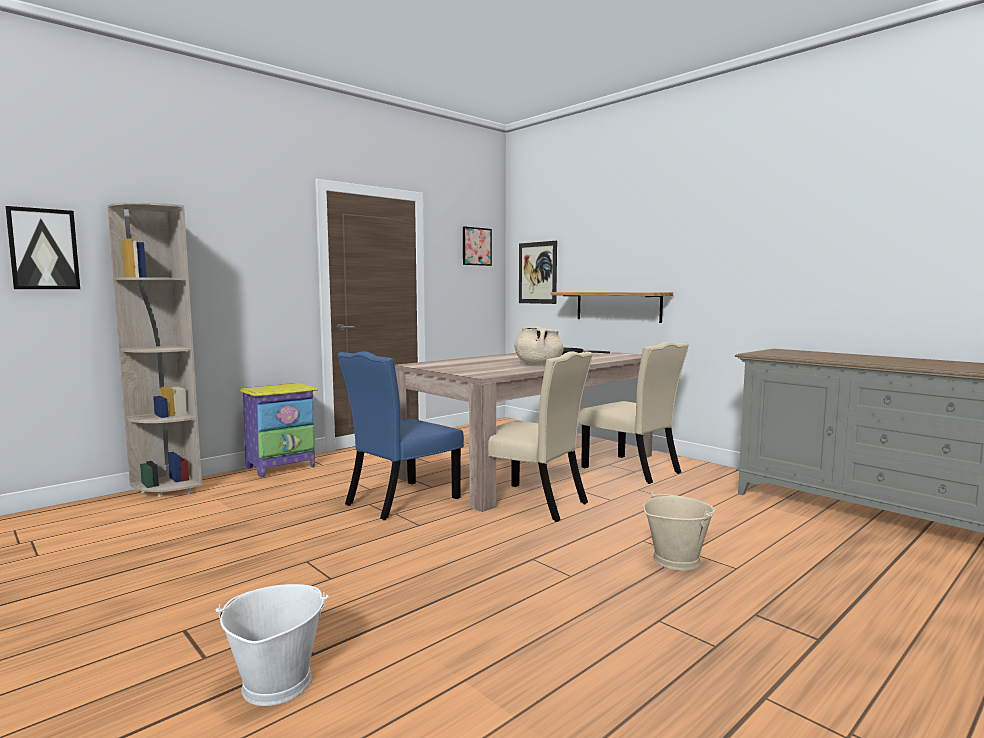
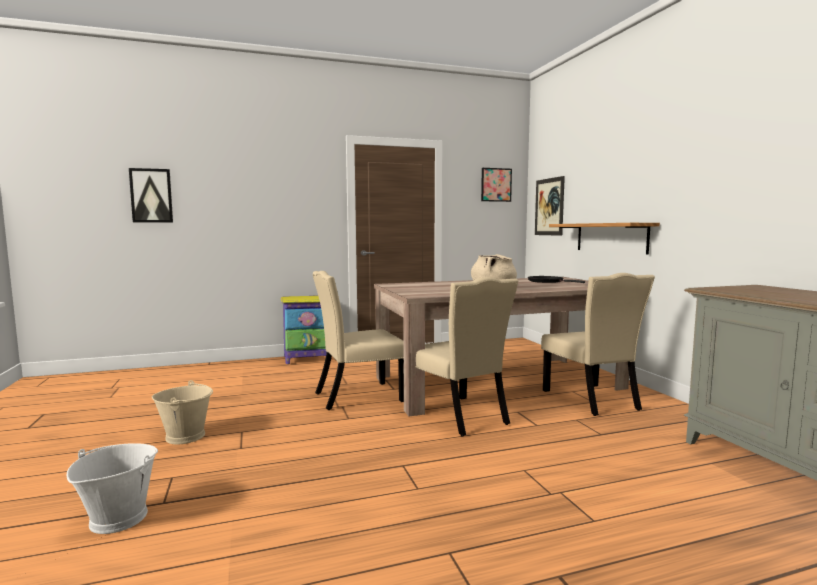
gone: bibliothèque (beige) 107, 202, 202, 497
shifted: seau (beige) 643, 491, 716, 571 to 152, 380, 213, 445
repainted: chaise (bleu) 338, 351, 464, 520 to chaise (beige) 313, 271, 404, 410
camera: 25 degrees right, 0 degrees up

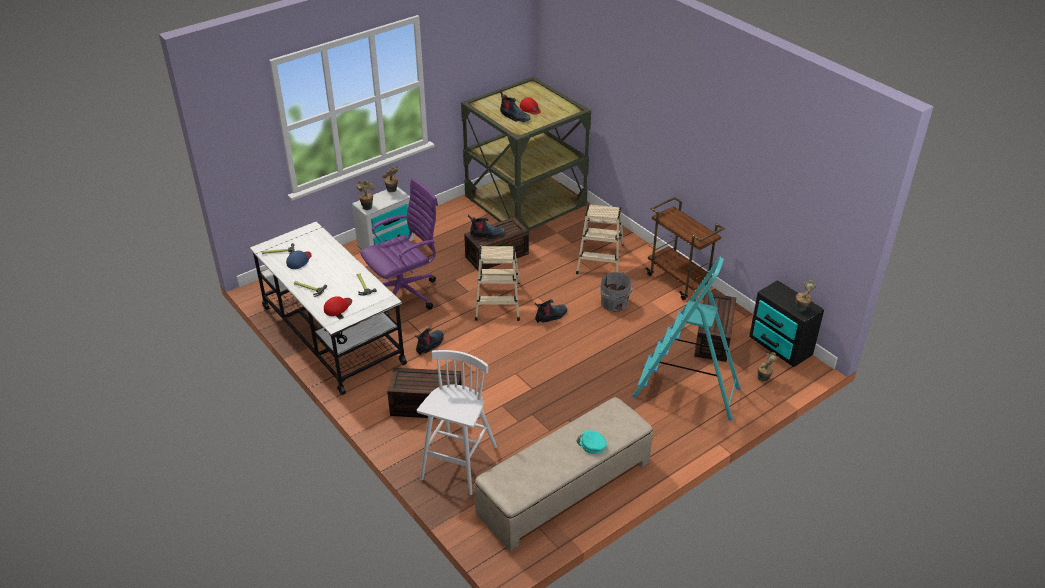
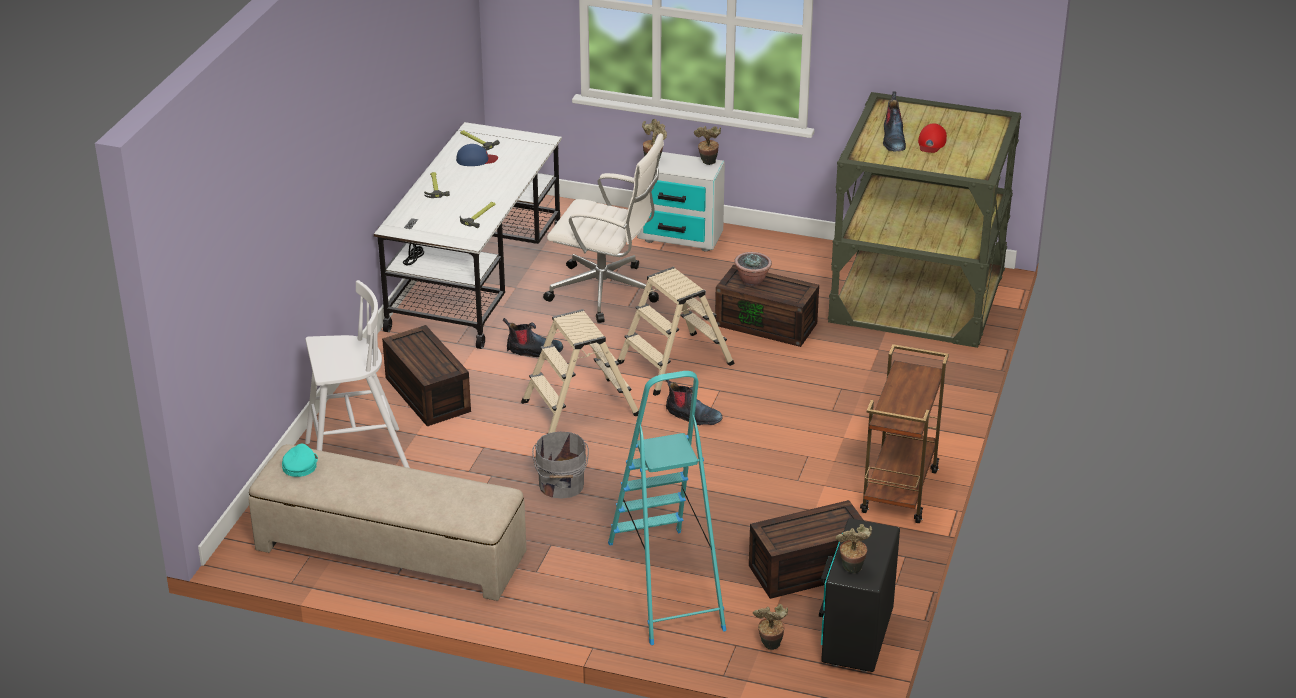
gone: casquette (rouge) 324, 296, 352, 316
shifted: casquette (turquoise) 576, 430, 607, 454 to 282, 444, 318, 477; escabeau (beige) 576, 204, 624, 274 to 521, 309, 639, 434; seau (gris) 600, 272, 633, 312 to 532, 432, 589, 498
swapped: botte 468, 215, 505, 239 to plante en pot 734, 252, 772, 286
repainted: chaise de bureau (violet) 360, 178, 438, 315 to chaise de bureau (blanc) 543, 133, 664, 323
camera: 55 degrees right, 5 degrees down

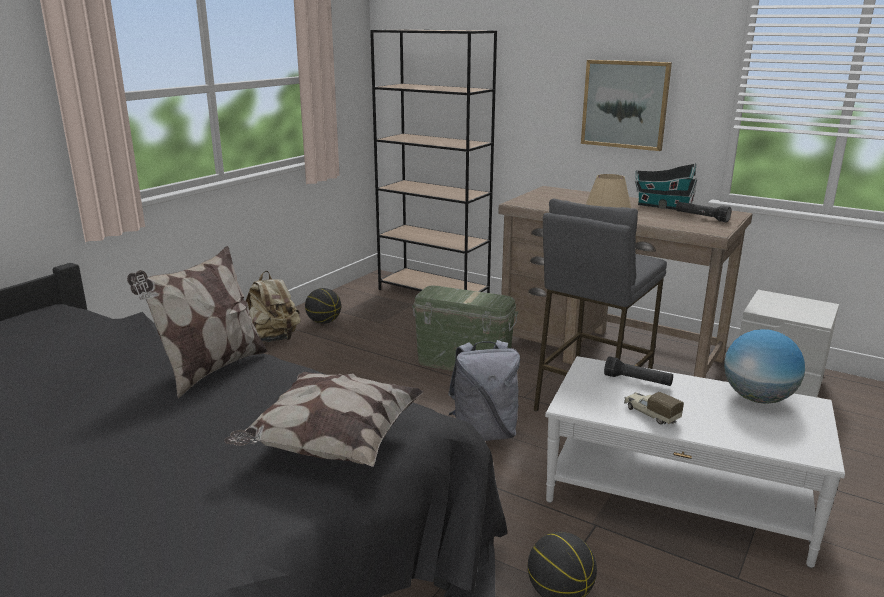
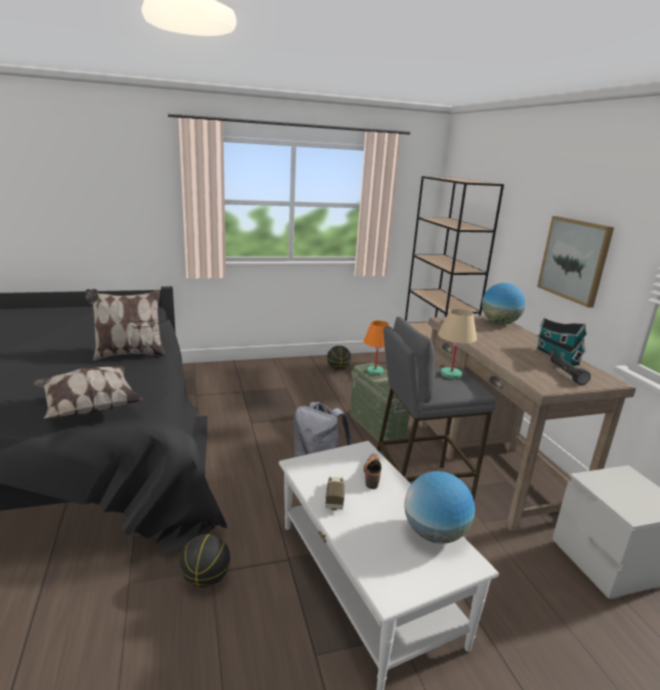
gone: sac à dos (beige) 246, 271, 301, 342
new: lampe de table (orange) 364, 321, 389, 375; globe 482, 283, 526, 324
swapped: lampe de poche (noir) 604, 356, 673, 386 to chaussure 364, 454, 382, 489
camera: 40 degrees right, 0 degrees up

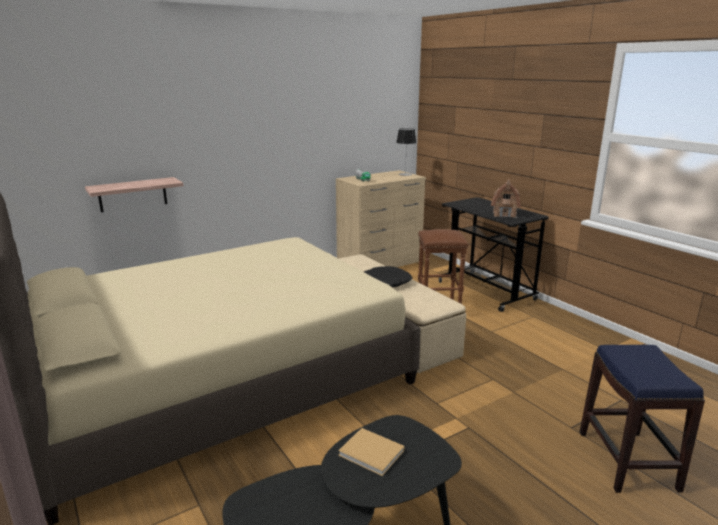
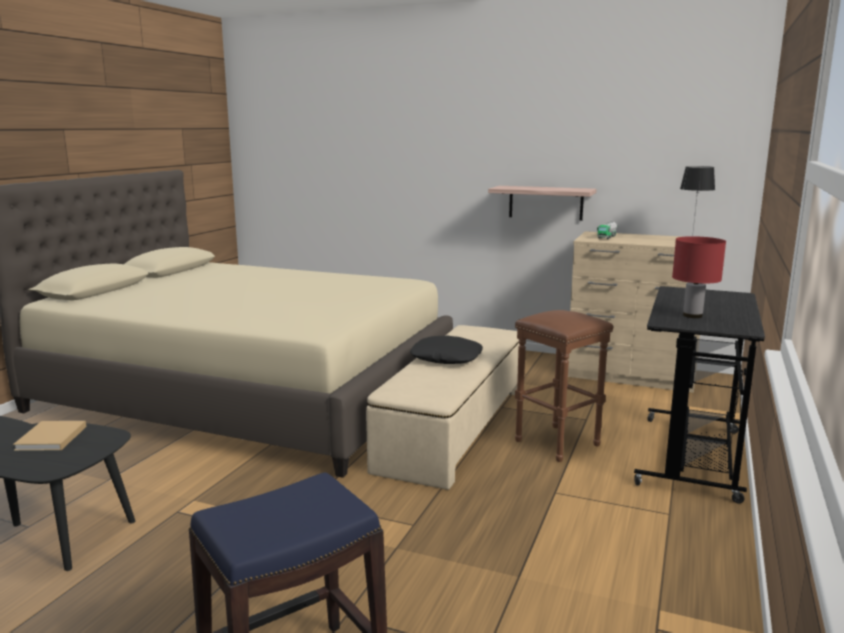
shifted: étagère 85, 177, 184, 213 to 488, 186, 596, 221
swapped: maison miniature 491, 180, 521, 218 to lampe de table (rouge) 672, 236, 726, 318
camera: 55 degrees right, 5 degrees down

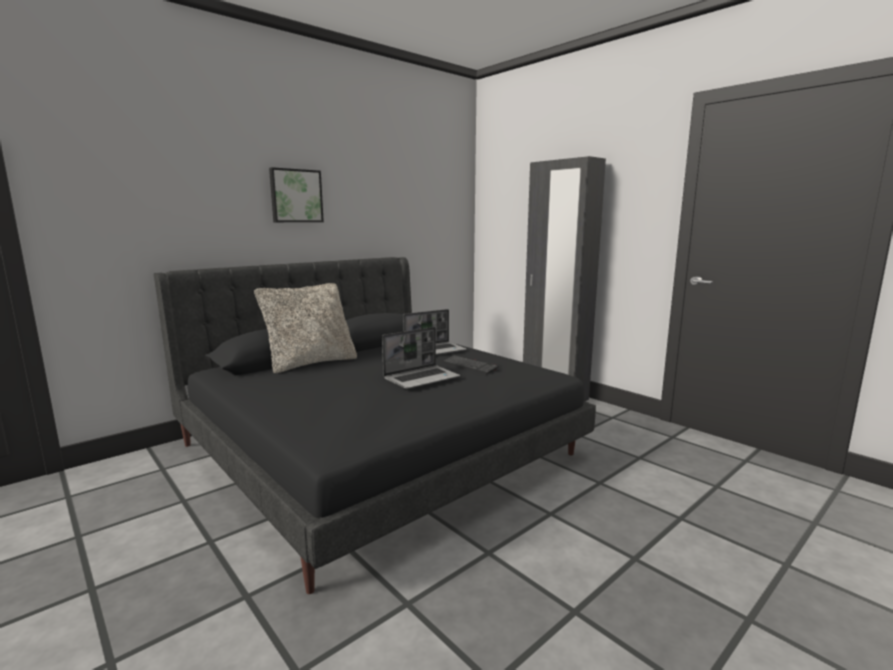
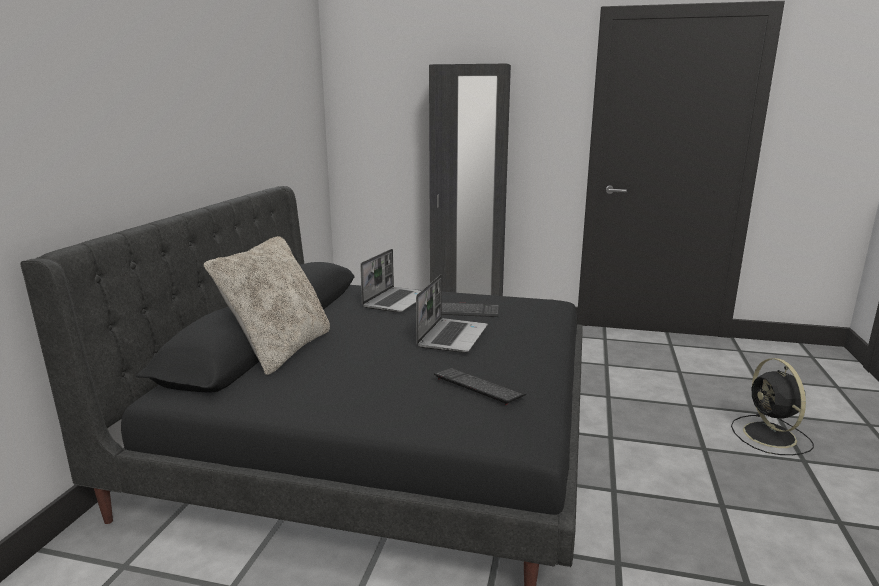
gone: tableau 269, 167, 324, 222
new: clavier 434, 368, 526, 405; ventilateur (noir) 731, 358, 814, 455
camera: 35 degrees left, 5 degrees up

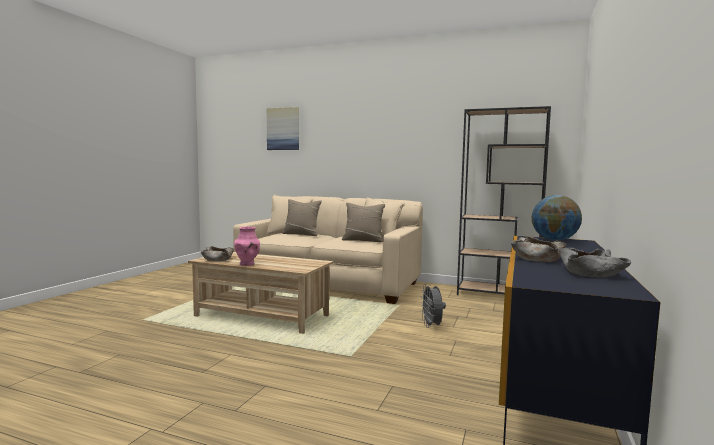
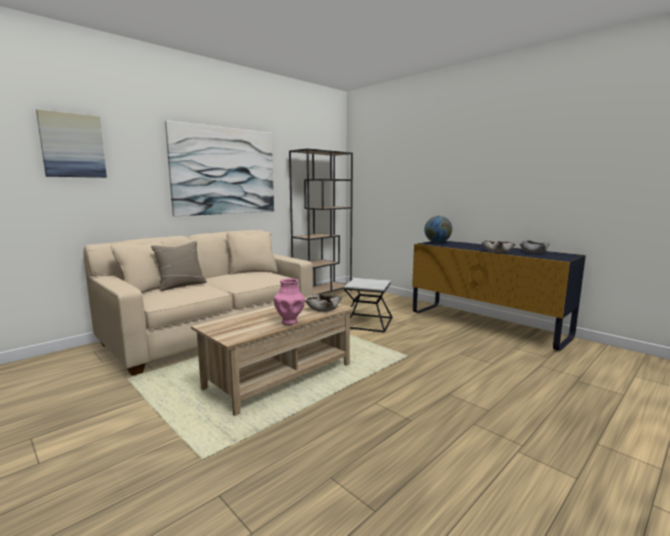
gone: coussin (beige) 342, 203, 385, 242
new: tableau 165, 120, 274, 216
shifted: bol (beige) 201, 246, 234, 262 to 305, 293, 342, 312
swapped: ventilateur (gris) 420, 284, 446, 328 to table d'appoint 344, 278, 392, 333
camera: 65 degrees left, 5 degrees up

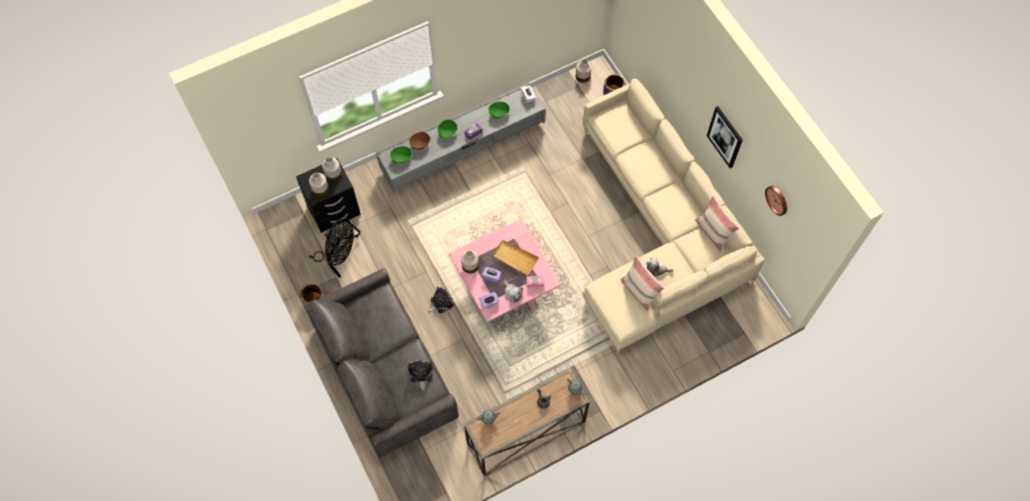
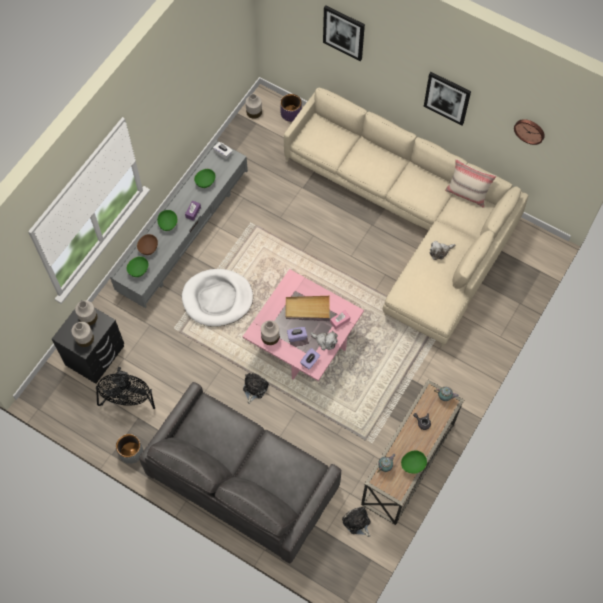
gone: coussin (beige) 621, 255, 664, 311
new: panier pour chien (blanc) 182, 269, 253, 327; tableau 323, 5, 365, 61; bol (vert) 401, 451, 427, 474
shifted: peluche 407, 360, 433, 391 to 342, 507, 371, 537
rotated: ventilateur (noir) 309, 219, 360, 278 = 96, 366, 155, 409 105 degrees clockwise
camera: 30 degrees left, 0 degrees up

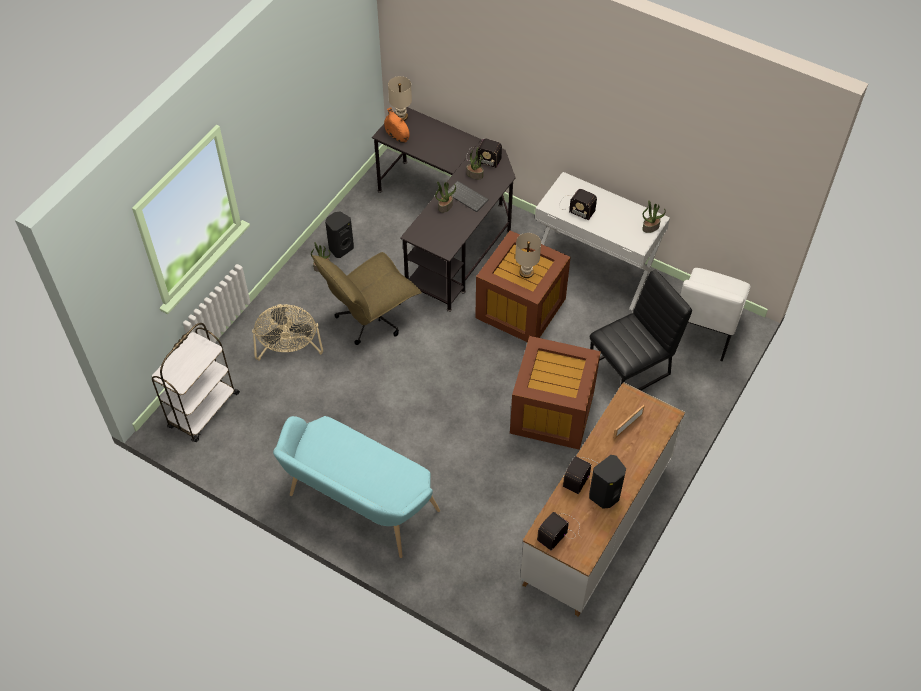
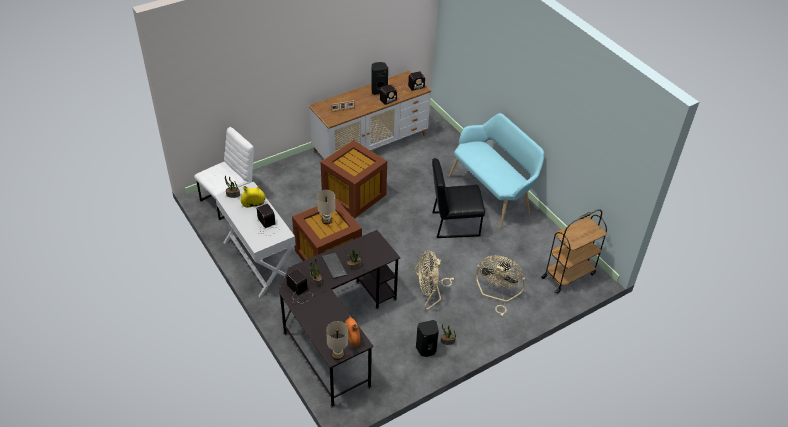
new: vase (jaune) 240, 186, 265, 207
shifted: chaise (noir) 590, 270, 692, 391 to 432, 158, 485, 238
swapped: chaise de bureau (beige) 312, 252, 422, 345 to ventilateur (beige) 415, 250, 455, 311
repainted: chariot (blanc) 152, 323, 240, 442 to chariot (marron) 541, 209, 607, 294
camera: 155 degrees left, 10 degrees down

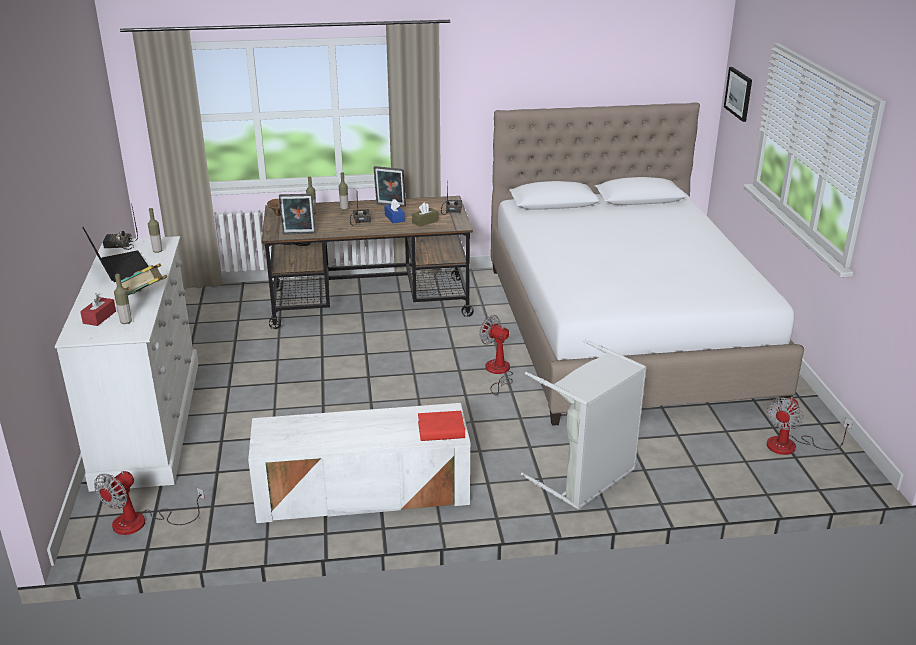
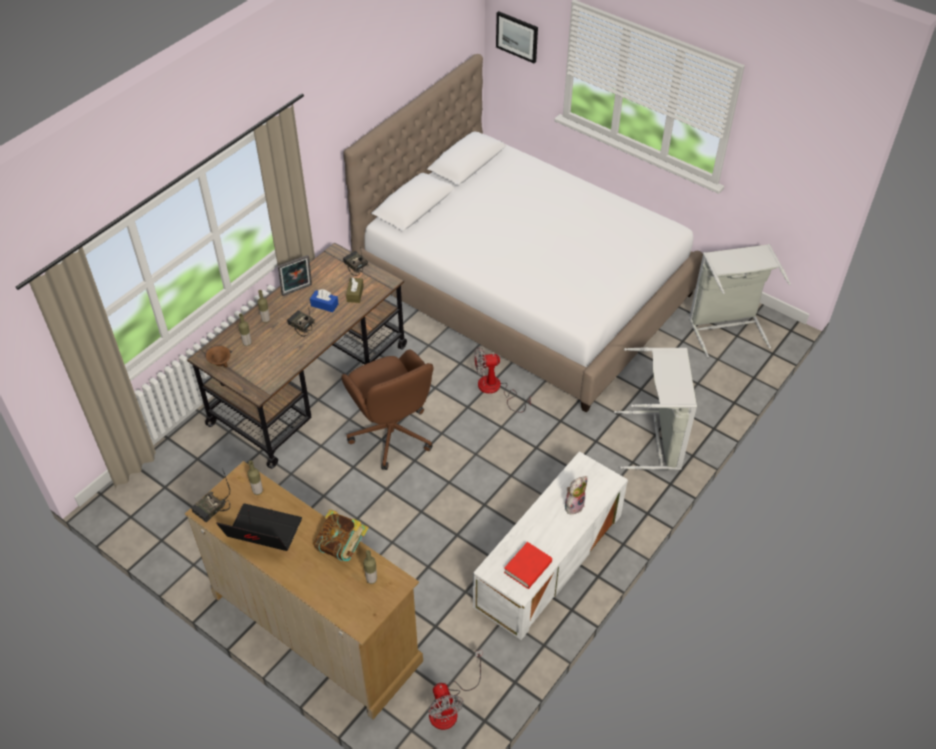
gone: boîte à mouchoirs (rouge) 80, 293, 116, 326; cadre photo 279, 194, 316, 234
new: chaise de bureau (marron) 342, 349, 434, 470; peluche 565, 476, 587, 515
shifted: livre (rouge) 418, 411, 465, 441 to 504, 542, 552, 589
swapped: ventilateur 766, 397, 853, 455 to panier à linge (gris) 689, 244, 791, 358
repainted: commode (blanc) 55, 236, 199, 492 to commode (marron) 185, 461, 423, 719
camera: 45 degrees left, 20 degrees up

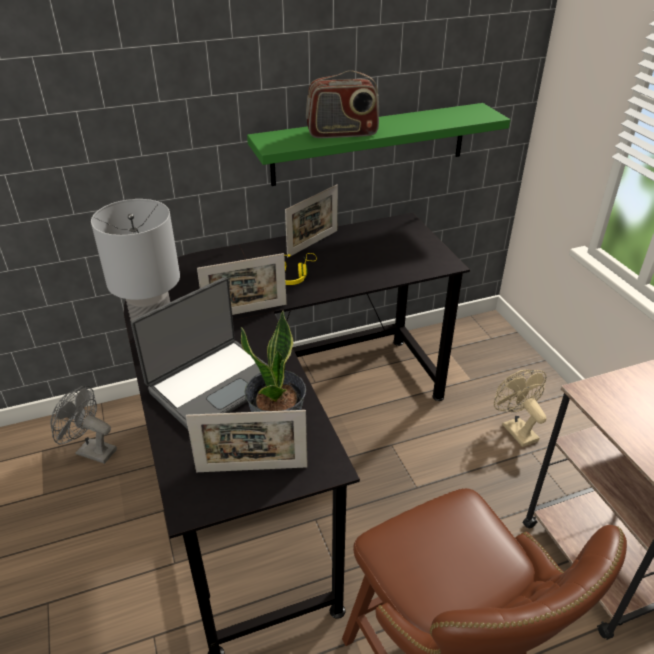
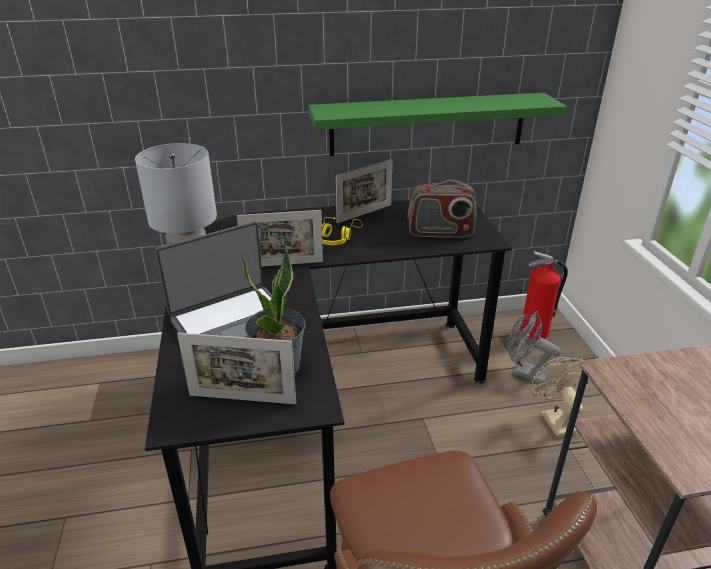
new: extincteur 520, 251, 568, 340
shifted: radio 306, 70, 379, 138 to 407, 180, 477, 238; ventilateur (gris) 50, 386, 117, 464 to 507, 311, 561, 383
camera: 10 degrees right, 5 degrees down

